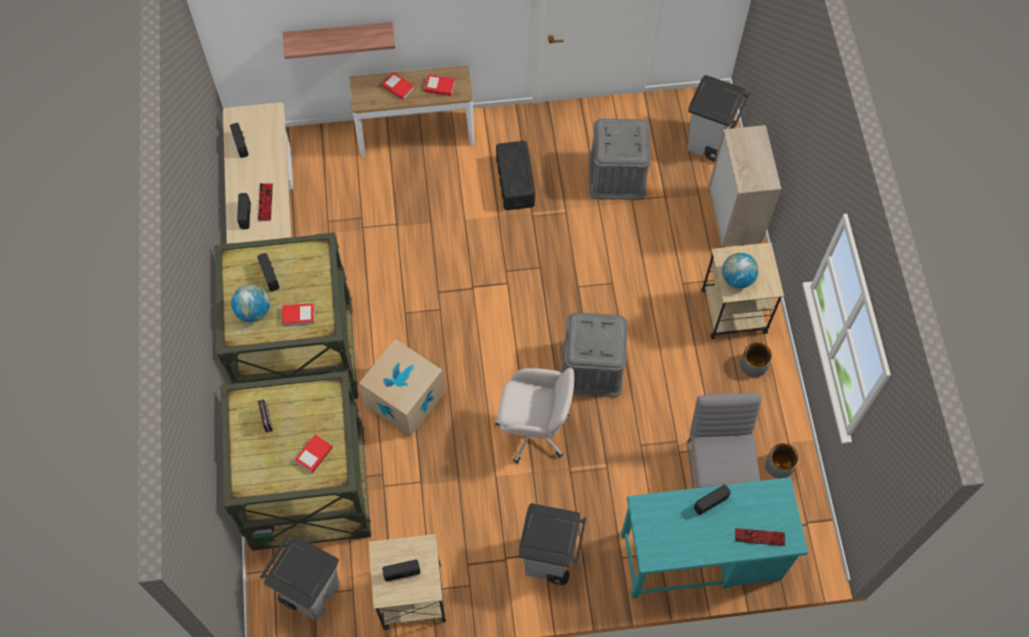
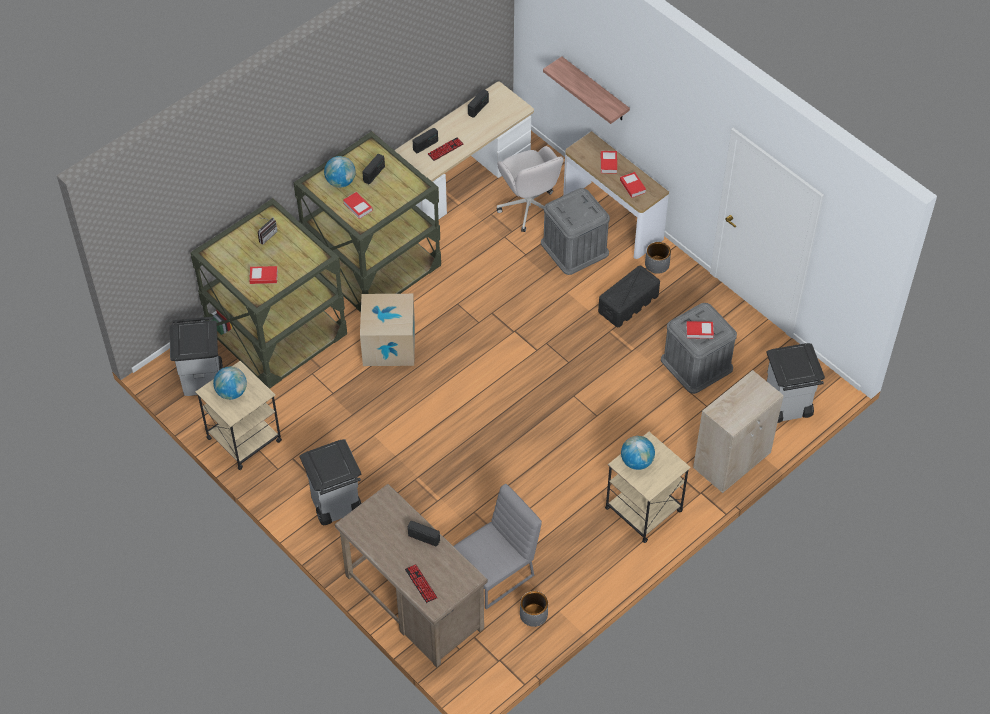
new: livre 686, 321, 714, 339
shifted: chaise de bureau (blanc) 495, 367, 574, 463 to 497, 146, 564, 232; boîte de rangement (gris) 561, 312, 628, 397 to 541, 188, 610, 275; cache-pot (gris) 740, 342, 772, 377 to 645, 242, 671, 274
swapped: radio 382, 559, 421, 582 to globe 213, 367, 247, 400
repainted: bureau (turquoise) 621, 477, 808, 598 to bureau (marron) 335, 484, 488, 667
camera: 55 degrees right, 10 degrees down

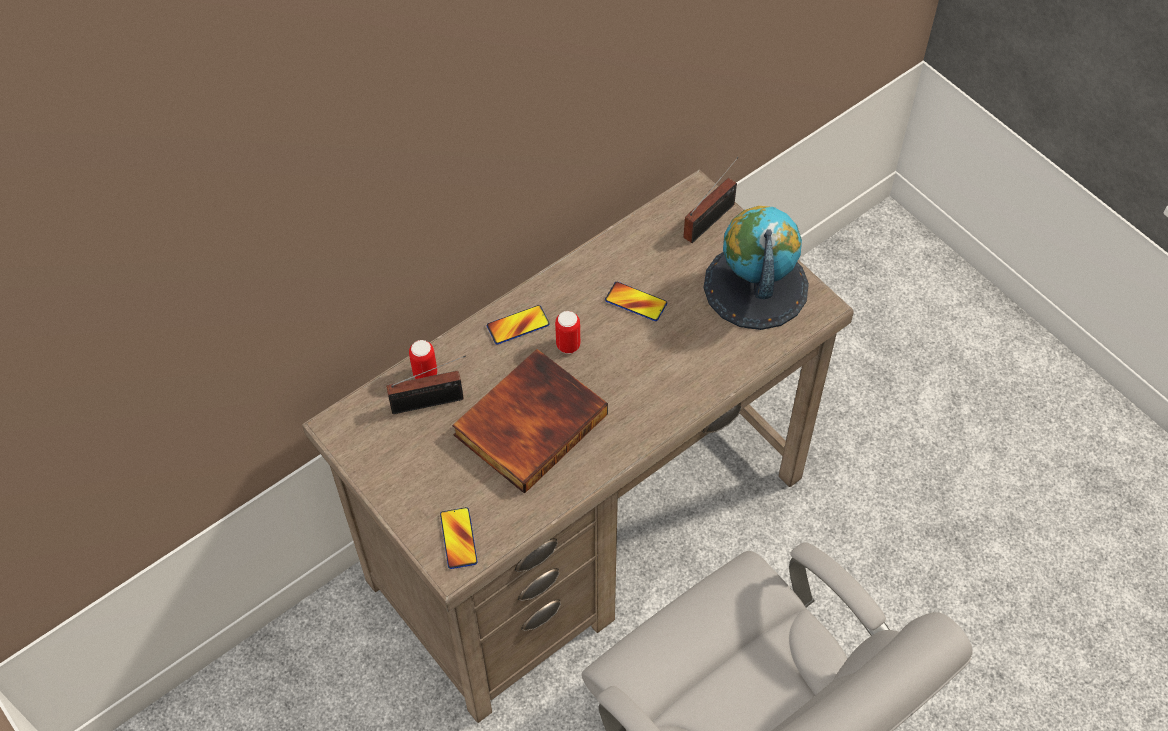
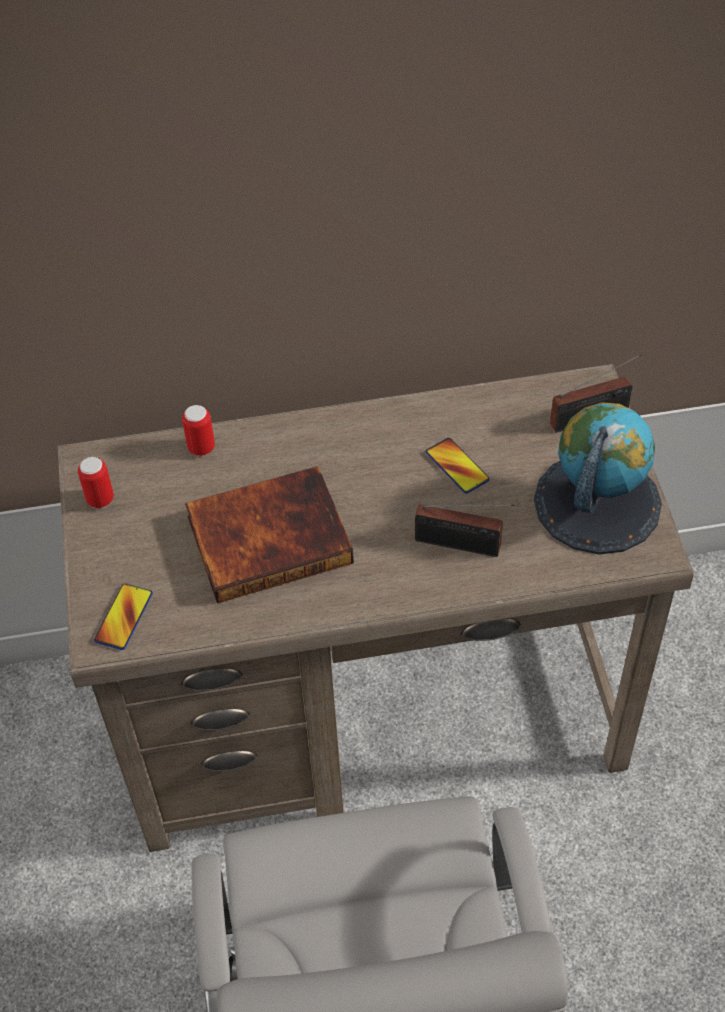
gone: téléphone 487, 305, 550, 344
shifted: boîte métallique 555, 311, 580, 354 to 78, 457, 114, 509; radio 386, 355, 466, 414 to 415, 504, 514, 557
camera: 30 degrees right, 5 degrees down

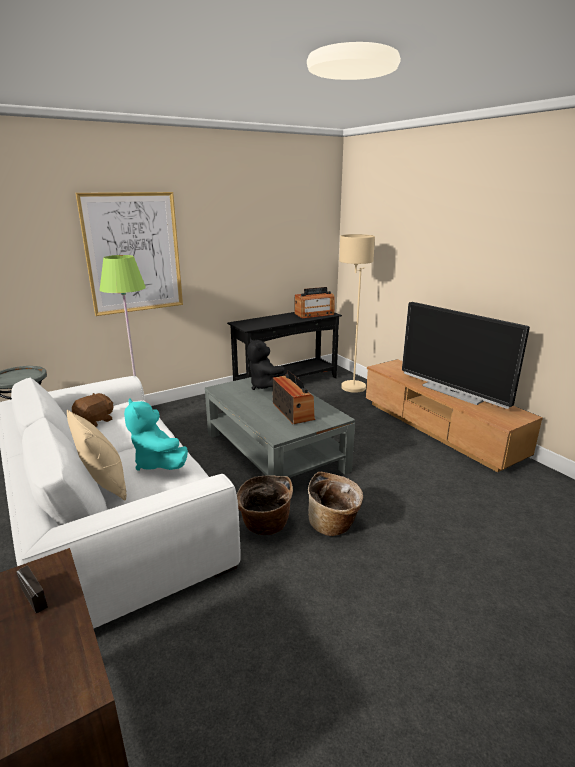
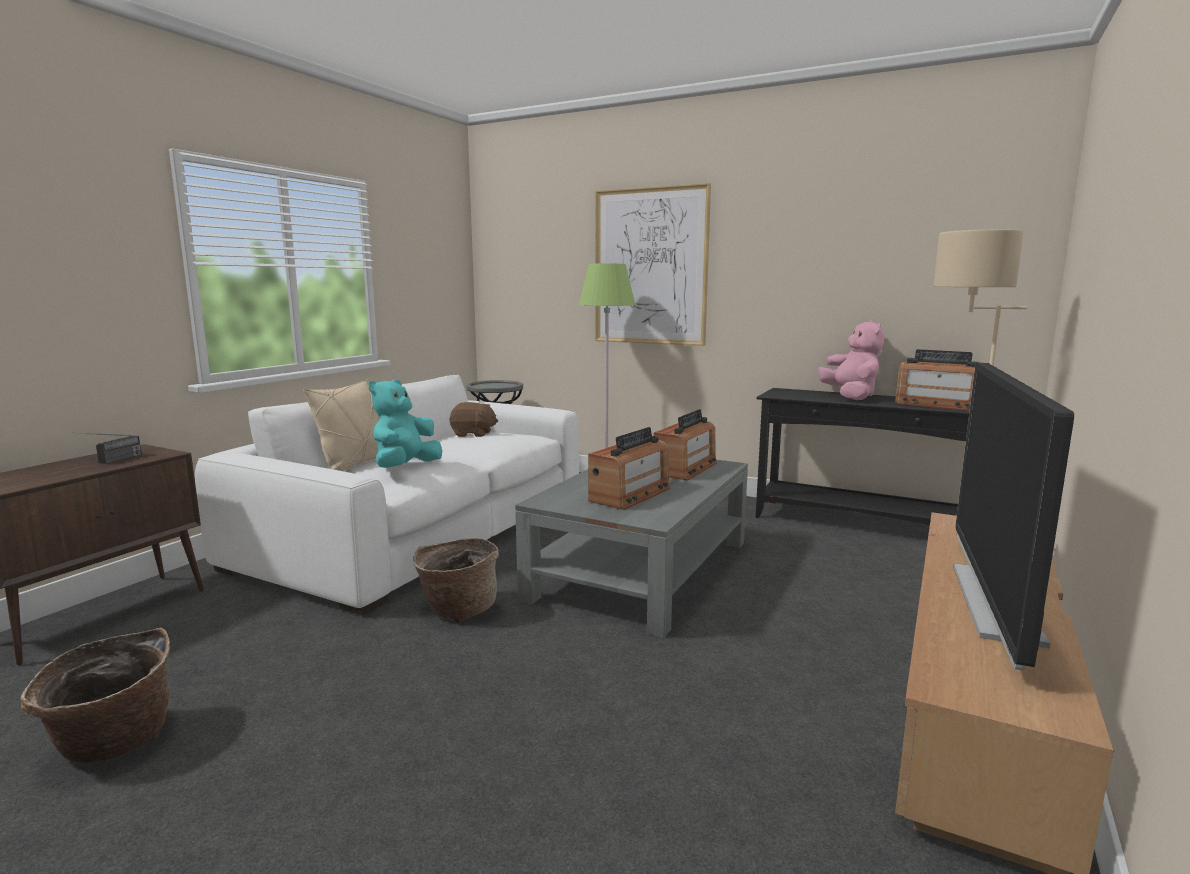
new: peluche (rose) 818, 320, 884, 400
shifted: panier 308, 472, 363, 536 to 20, 628, 170, 763
swapped: peluche (noir) 247, 338, 288, 390 to radio 654, 409, 717, 481
camera: 60 degrees right, 10 degrees down

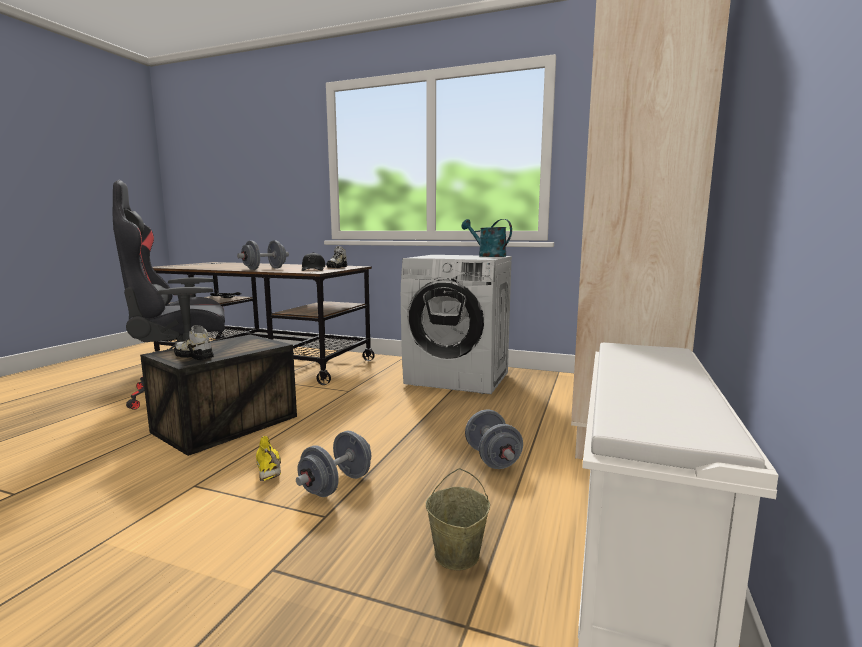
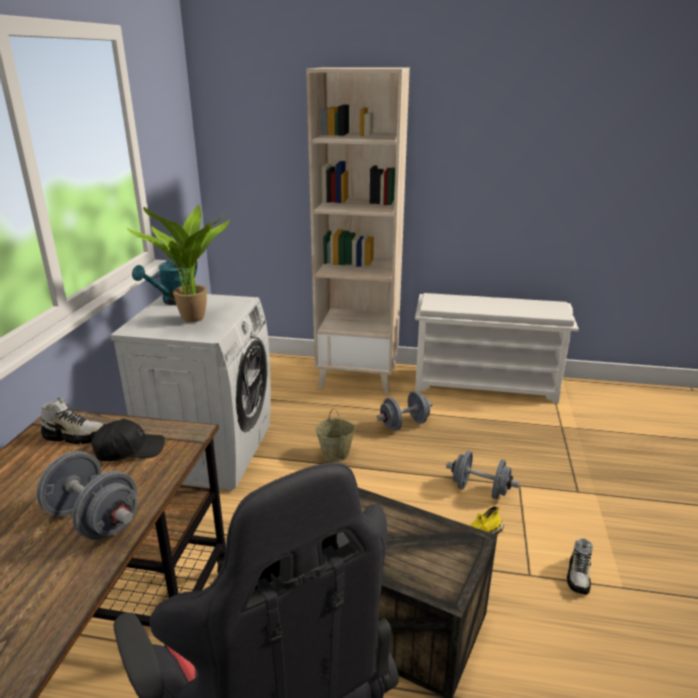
new: plante en pot 127, 205, 230, 322
shifted: seau (beige) 426, 468, 490, 571 to 315, 409, 356, 462; chaussure 174, 325, 214, 360 to 567, 538, 593, 595
camera: 100 degrees left, 15 degrees up

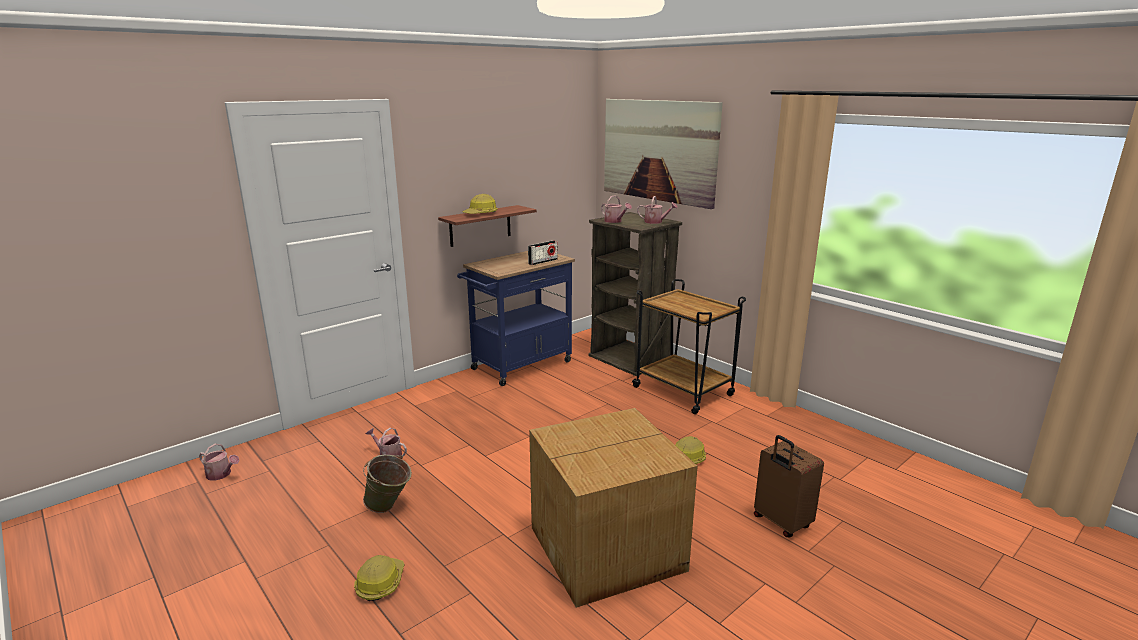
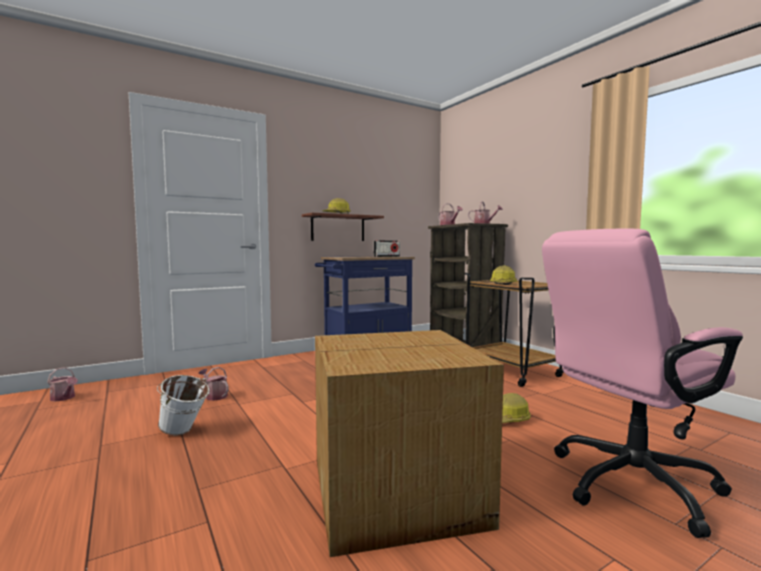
gone: tableau 604, 99, 723, 209
shifted: casque de chantier 354, 555, 405, 601 to 490, 265, 517, 285
swapped: valise (marron) 754, 435, 824, 537 to chaise de bureau (rose) 542, 228, 743, 538
repainted: seau (vert) 363, 455, 412, 513 to seau (blanc) 157, 375, 210, 435
camera: 10 degrees right, 15 degrees down

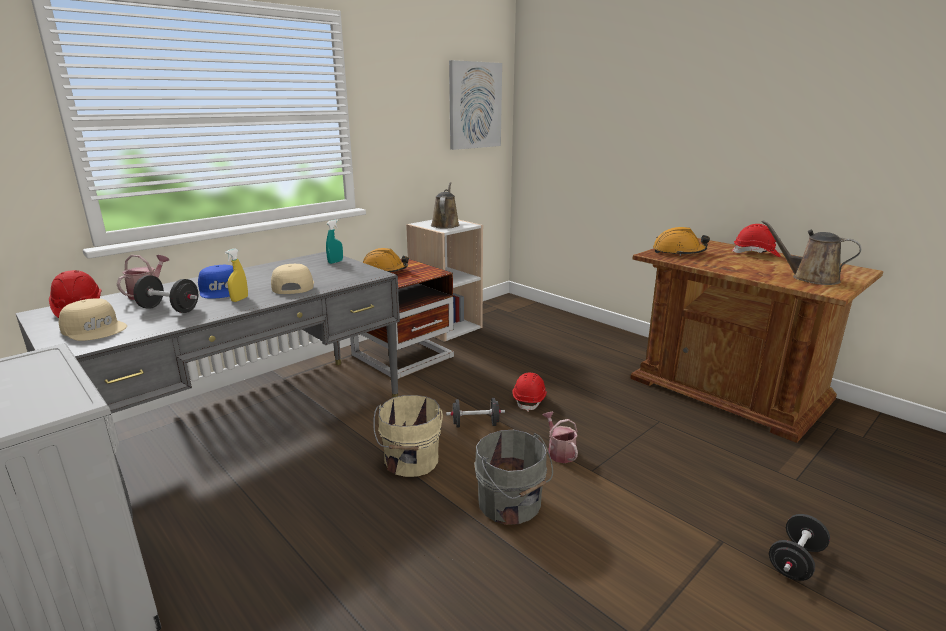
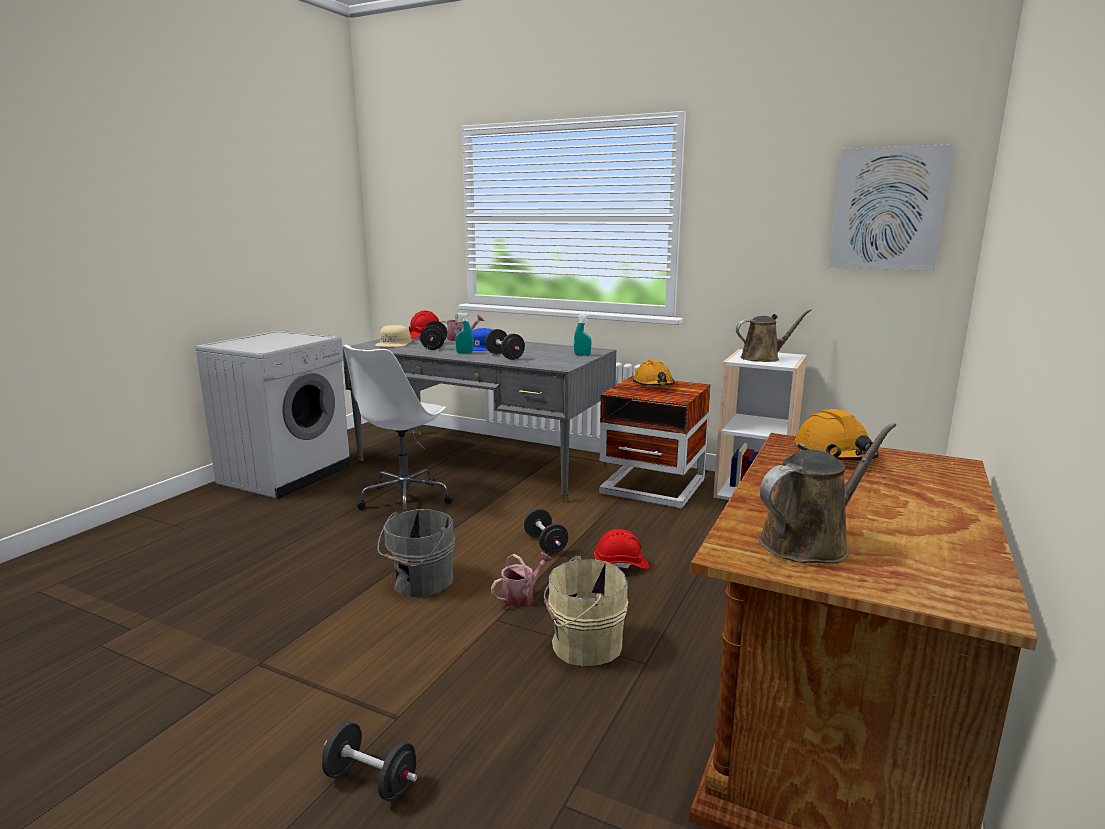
gone: casque de chantier (rouge) 732, 224, 781, 257
new: chaise de bureau (blanc) 343, 345, 454, 513
shifted: seau (beige) 373, 395, 443, 477 to 544, 556, 629, 666
swapped: casquette (beige) 271, 264, 314, 294 to haltère (noir) 485, 329, 525, 360
repainted: vaporisateur (jaune) 225, 248, 248, 302 to vaporisateur (turquoise) 455, 312, 473, 353
rotated: arrosoir (marron) 762, 220, 861, 285 = 759, 422, 896, 564 45 degrees clockwise
camera: 70 degrees right, 5 degrees down

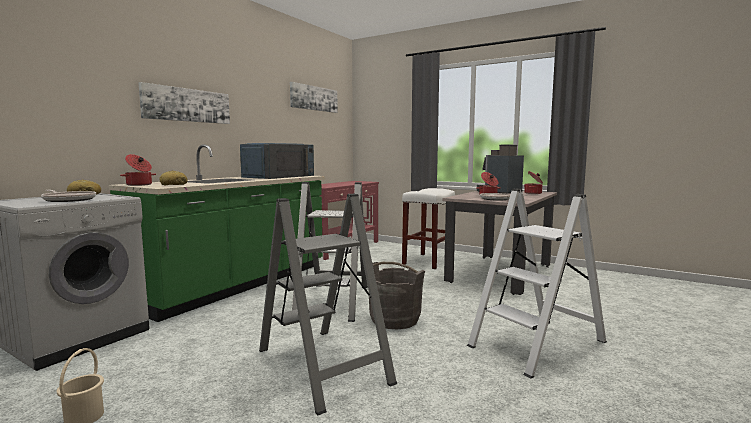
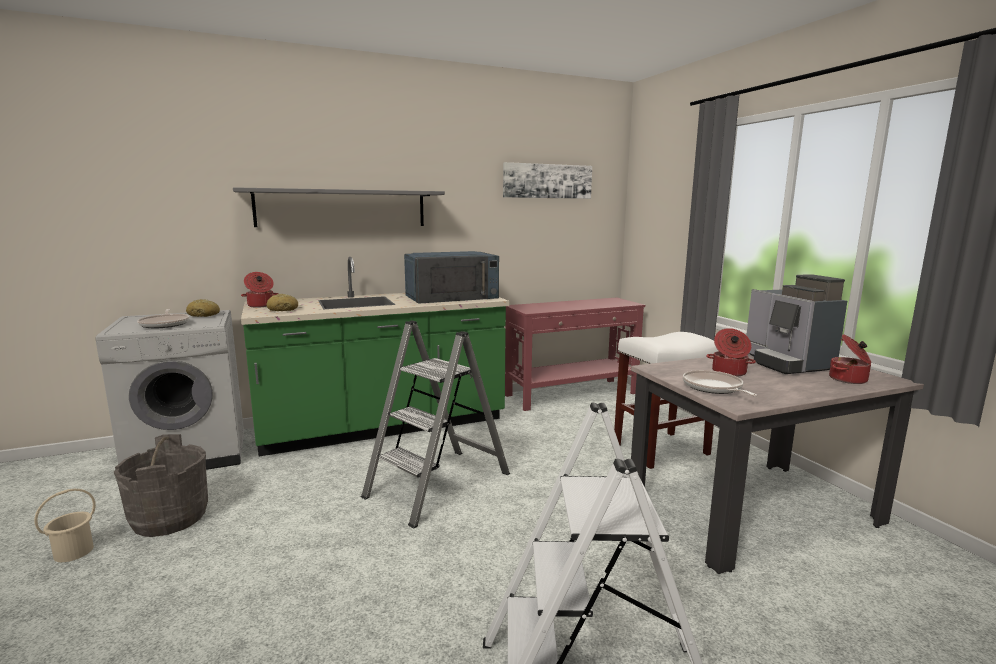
gone: escabeau (gris) 259, 194, 397, 415
shifted: seau (gris) 368, 262, 425, 329 to 114, 434, 208, 537
swapped: tableau 138, 82, 230, 124 to étagère (gris) 233, 187, 445, 227
rotated: machine à café 477, 145, 524, 194 = 746, 274, 847, 374 90 degrees counterclockwise
camera: 35 degrees right, 5 degrees up

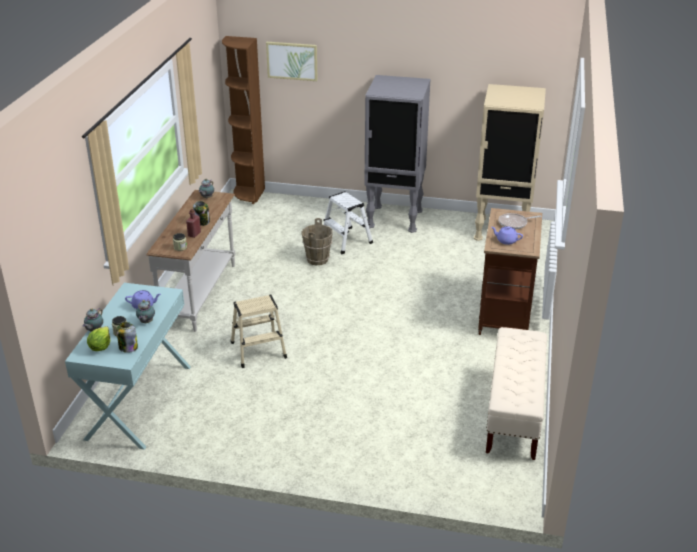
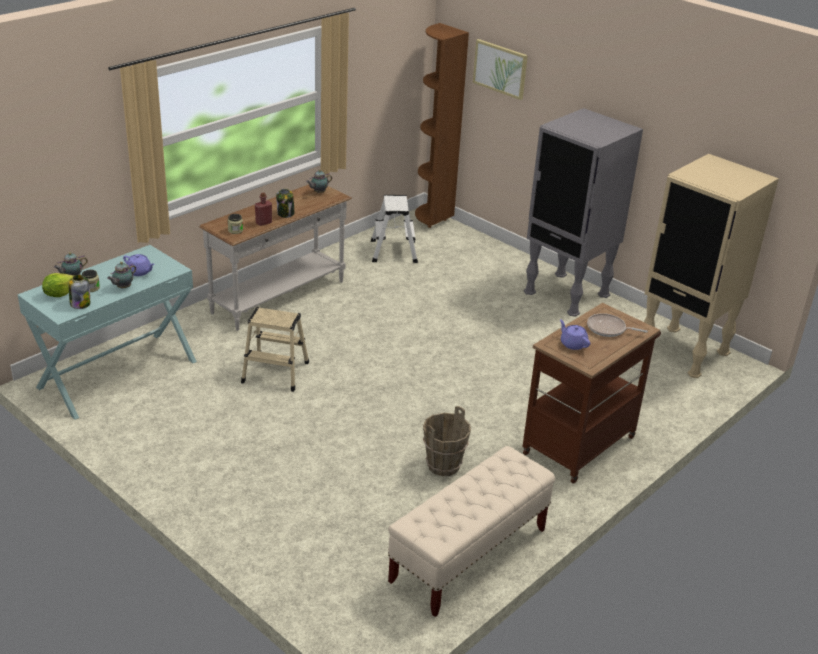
shifted: escabeau (blanc) 323, 191, 373, 254 to 371, 195, 418, 263; seau (marron) 301, 218, 333, 266 to 423, 406, 471, 476
camera: 30 degrees right, 0 degrees up

